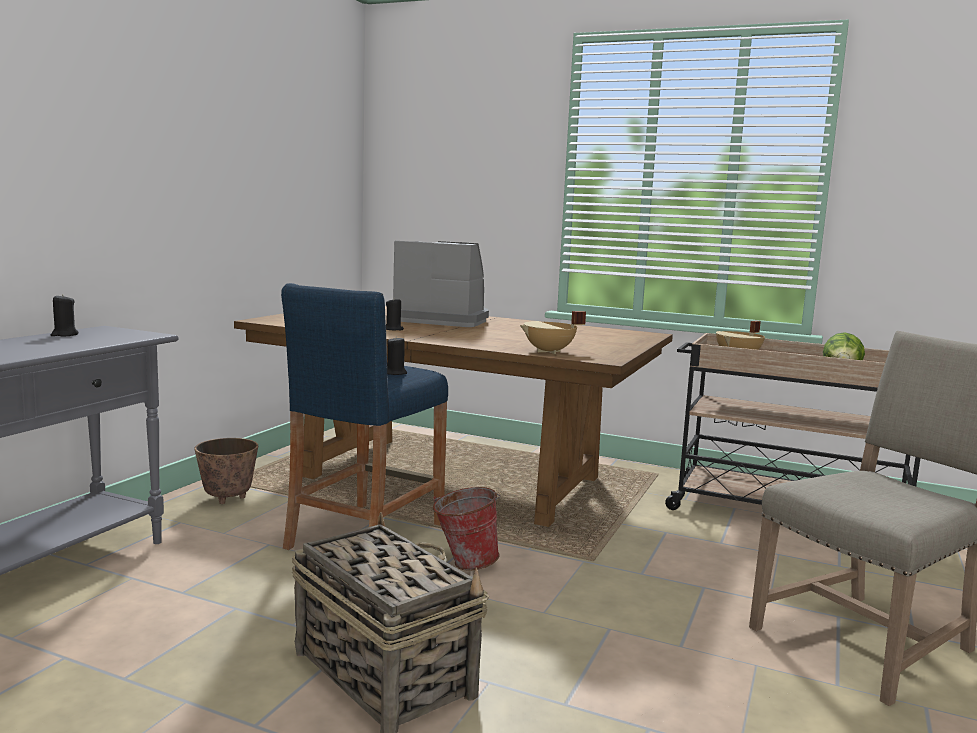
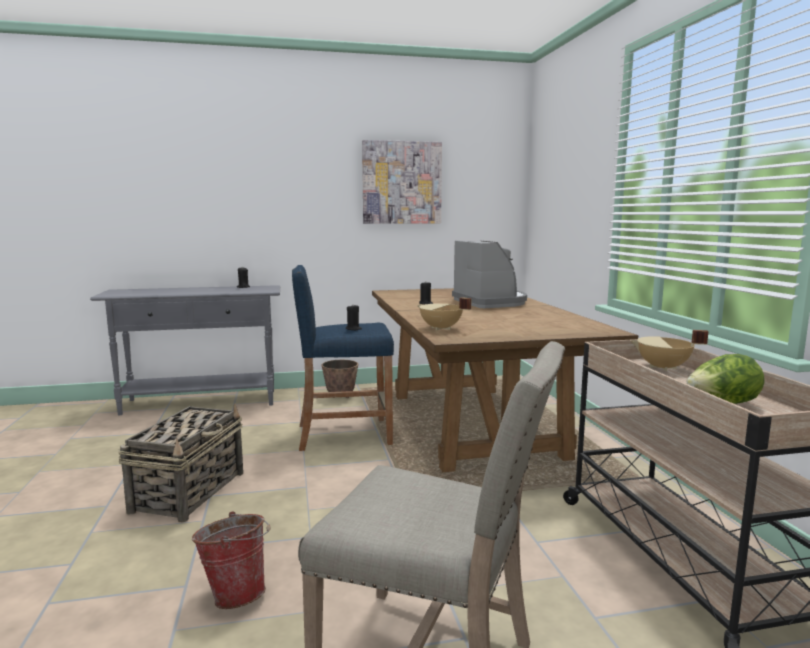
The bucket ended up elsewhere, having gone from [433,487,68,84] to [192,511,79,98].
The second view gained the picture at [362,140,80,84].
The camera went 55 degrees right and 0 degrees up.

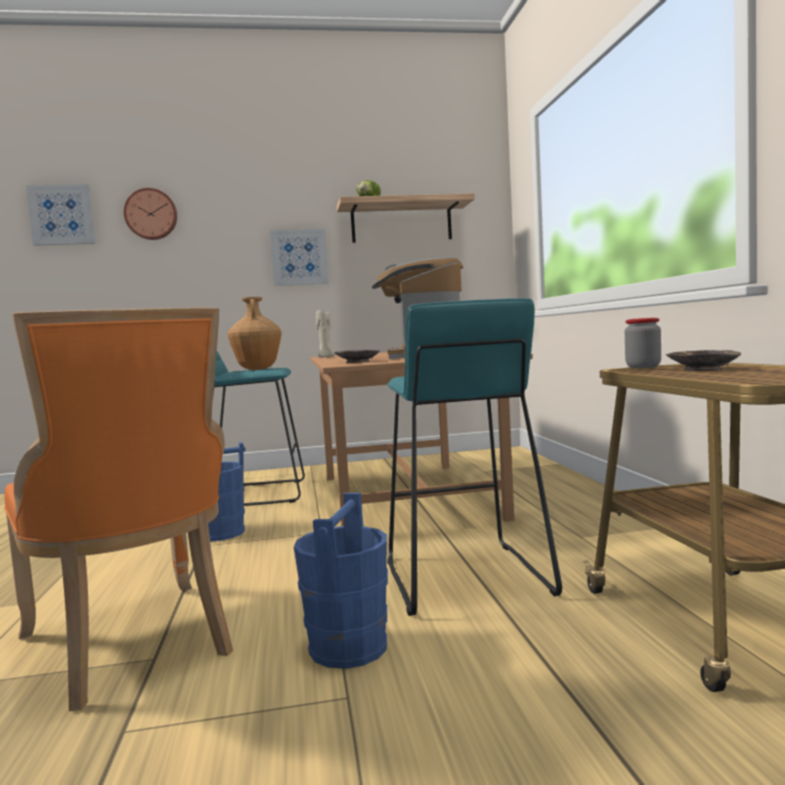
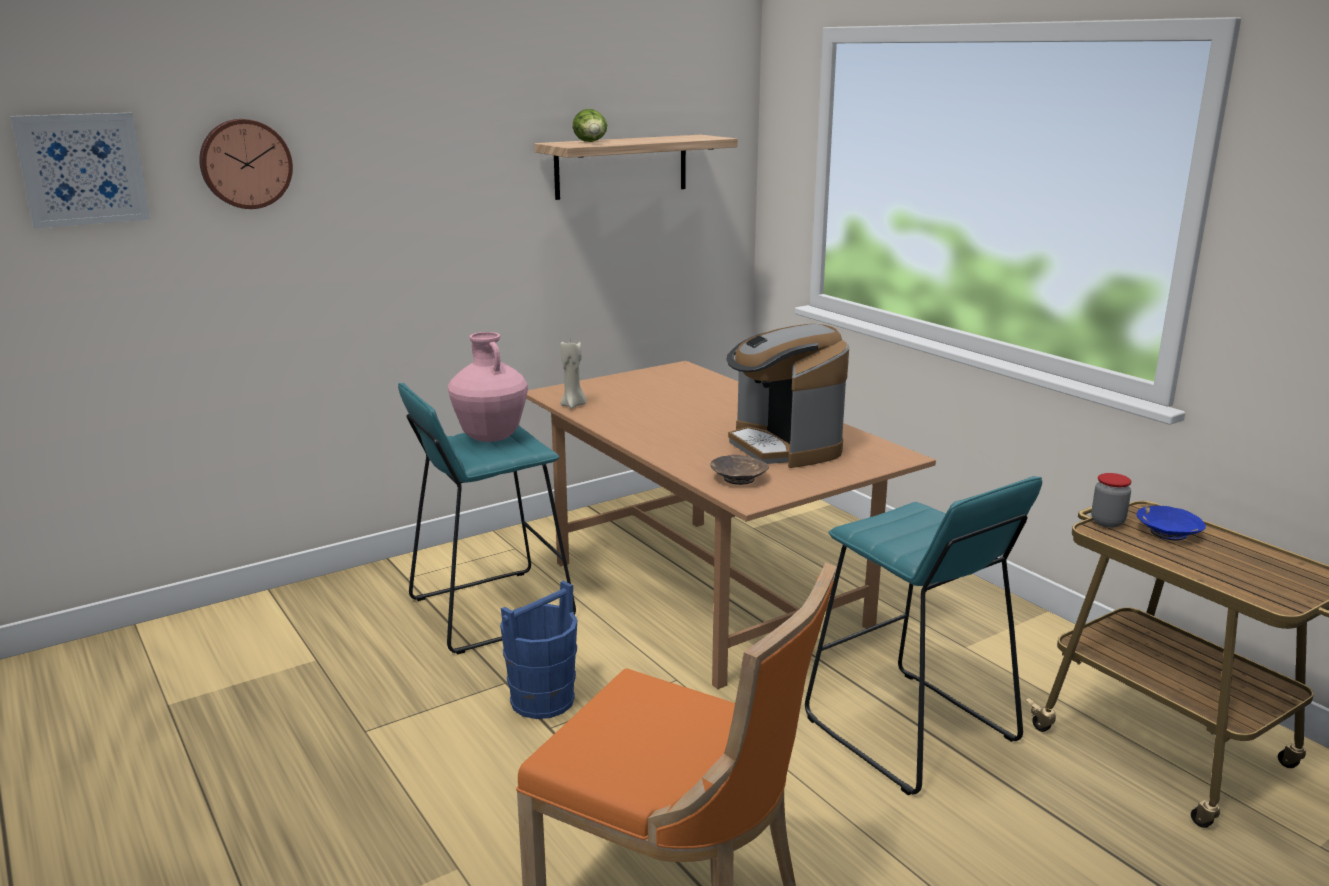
The second view lost the picture at [270,229,59,57].
What was the vase in brown at [228,297,53,73] turned into the vase in pink at [448,332,80,110].
What was the bowl in brown at [666,350,75,21] turned into the bowl in blue at [1136,506,70,34].
The second view lost the bucket in blue at [294,493,94,176].
The camera went 25 degrees left and 15 degrees up.

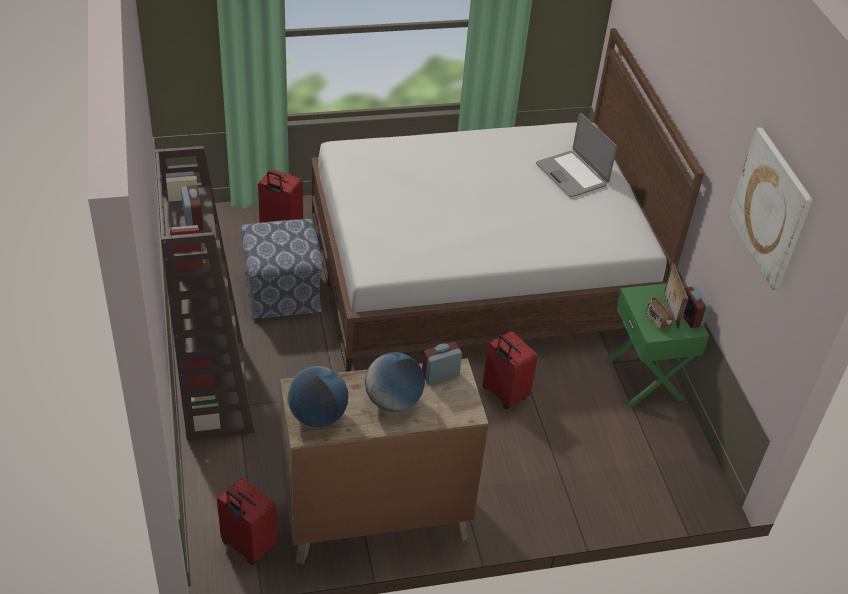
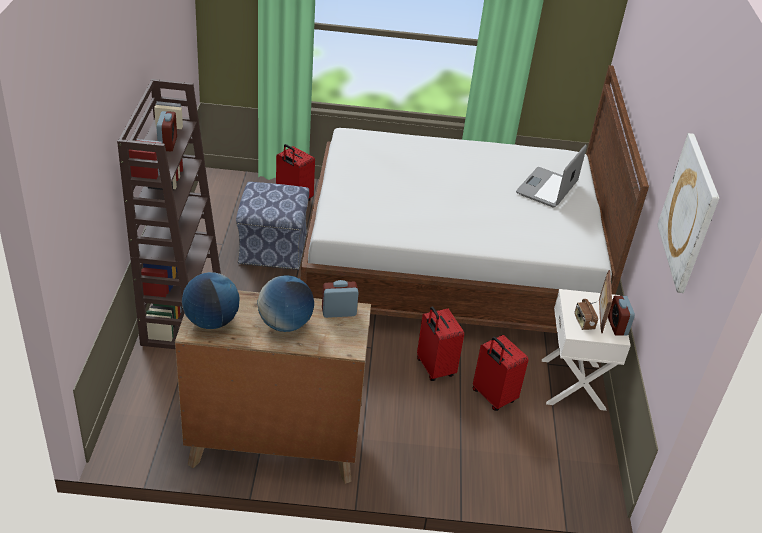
The laptop at [536,113,81,84] ended up facing another way, 45 degrees clockwise from before.
What was the nightstand in green at [606,284,103,124] turned into the nightstand in white at [542,289,89,122].
The suitcase in red ended up elsewhere, having gone from [217,478,60,87] to [472,335,57,76].
The camera went 15 degrees right and 5 degrees down.

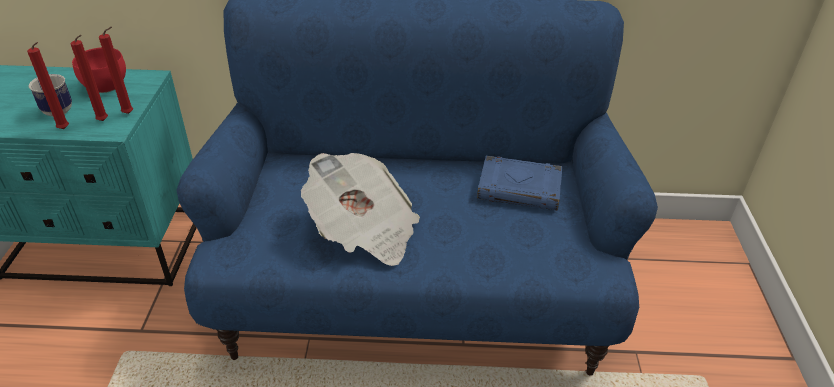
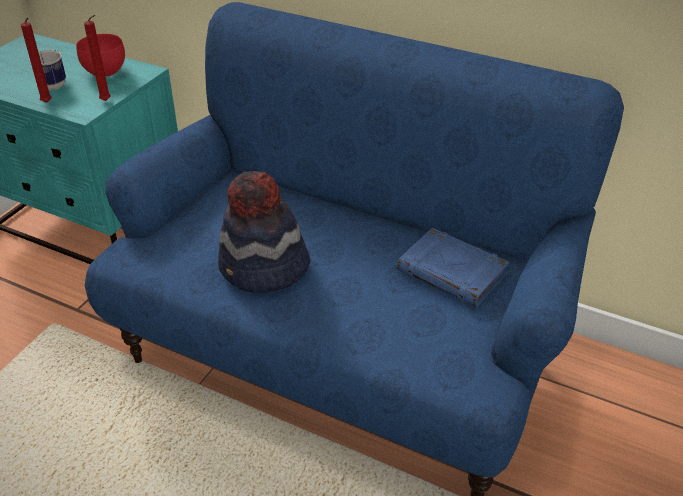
The second view lost the candle in red at [71,35,37,86].
Where the newspaper stood at [301,153,119,113], the hat came to stand at [218,171,92,122].
The camera went 25 degrees right and 0 degrees up.

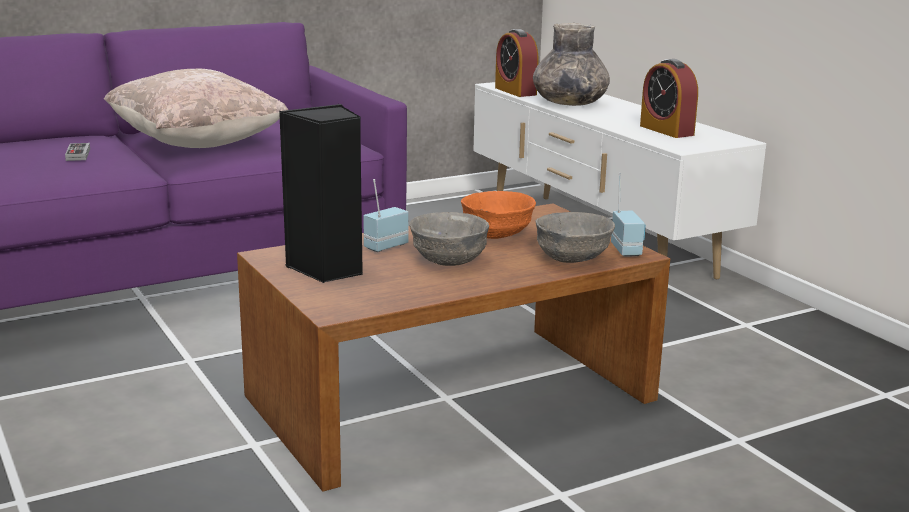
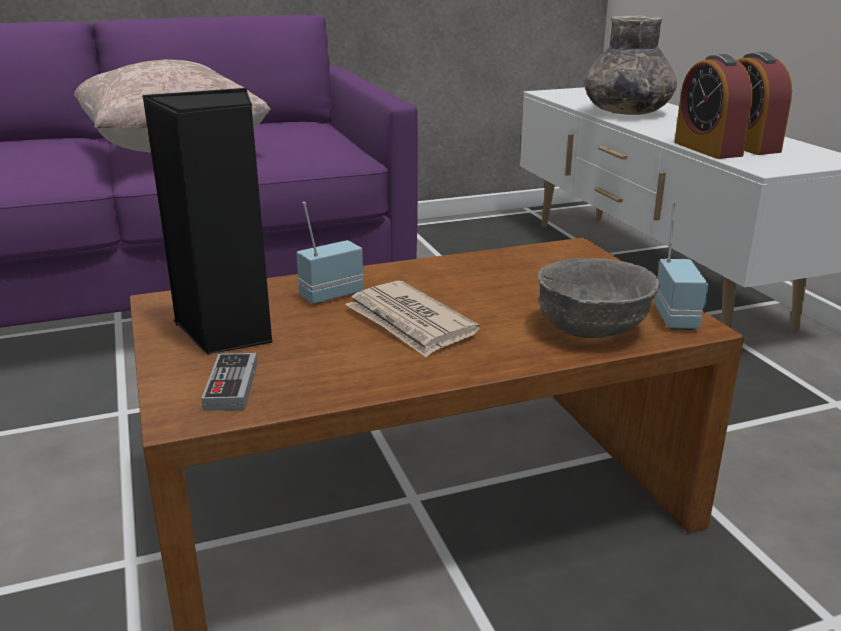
The alarm clock ended up elsewhere, having gone from [495,29,43,68] to [674,54,79,105].
The game controller ended up elsewhere, having gone from [65,143,25,18] to [201,353,56,58].
The second view lost the bowl in orange at [461,191,75,48].
Where the bowl in grey stood at [409,212,80,54], the newspaper came to stand at [345,281,135,77].
The camera went 10 degrees right and 5 degrees up.

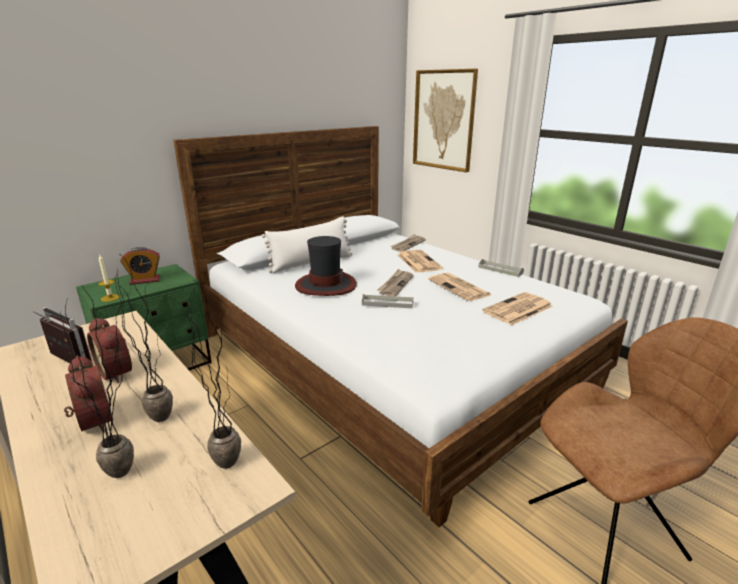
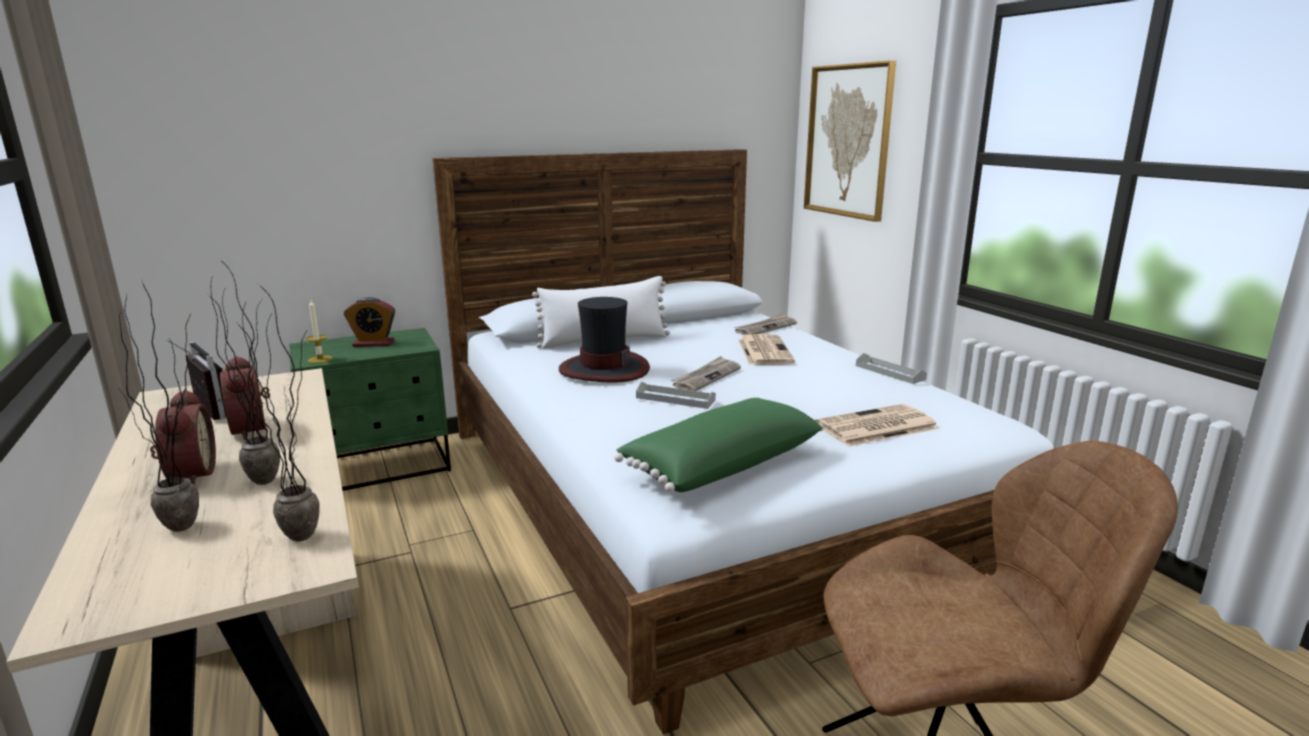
The second view lost the newspaper at [428,273,63,28].
The second view gained the pillow in green at [614,398,210,94].
The camera went 15 degrees right and 5 degrees down.

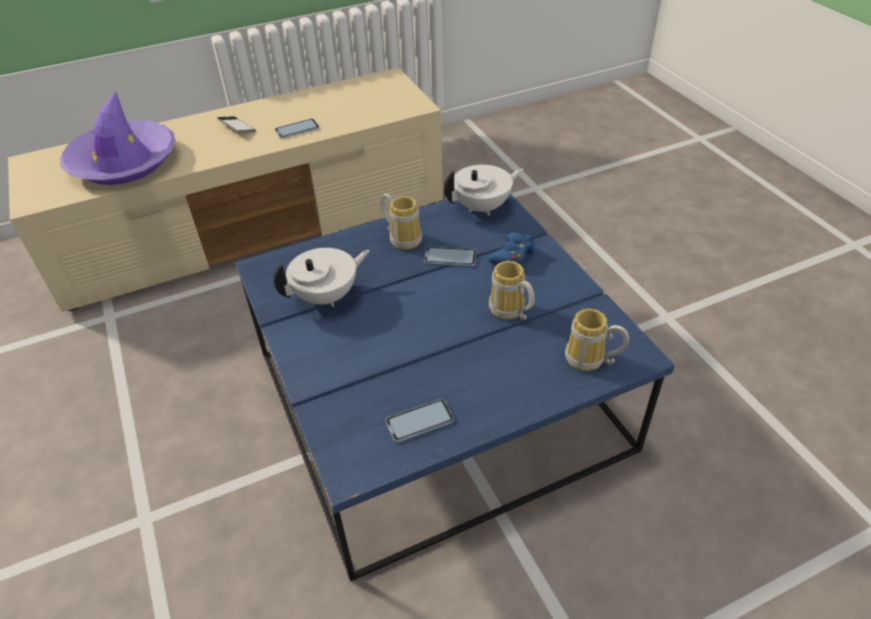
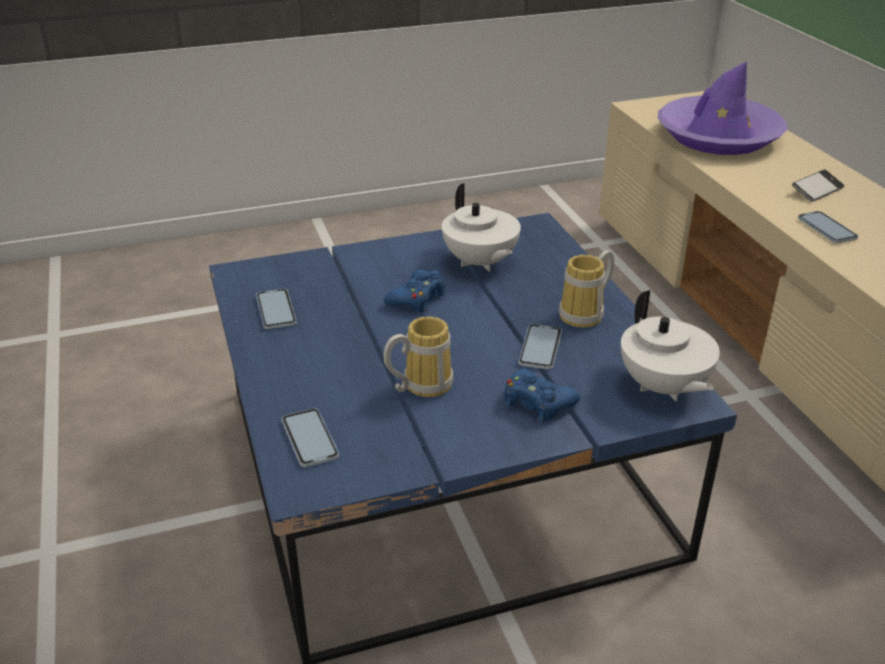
Where the mug stood at [565,309,64,62], the phone came to stand at [282,408,57,59].
The second view gained the game controller in blue at [384,270,62,42].
The camera went 95 degrees right and 10 degrees down.

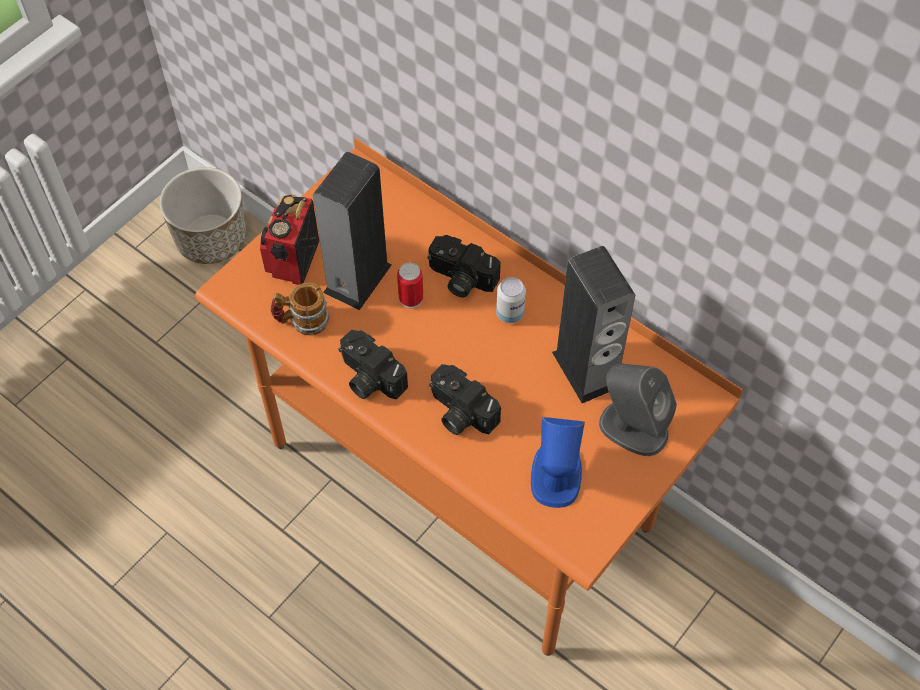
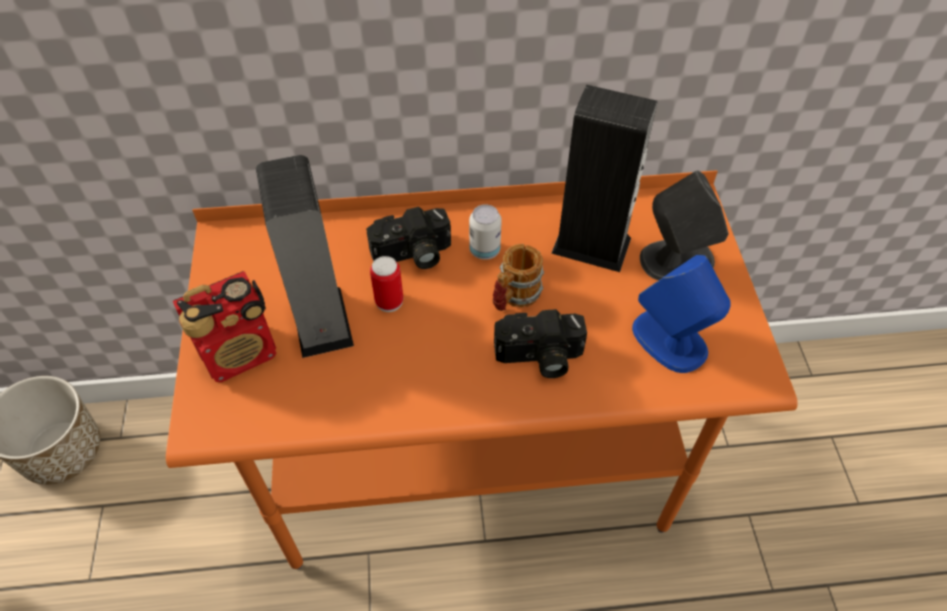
The radio at [260,194,59,91] ended up facing another way, 90 degrees counterclockwise from before.
The mug ended up elsewhere, having gone from [270,282,60,53] to [493,244,51,67].
The second view lost the photo camera at [338,330,70,69].
The camera went 45 degrees left and 5 degrees down.

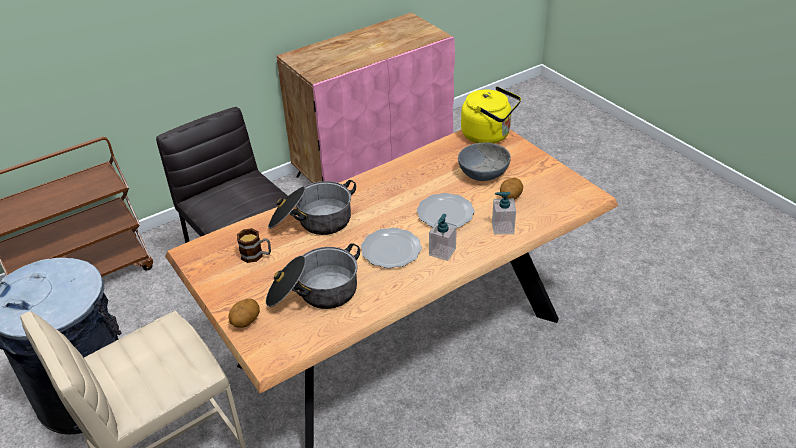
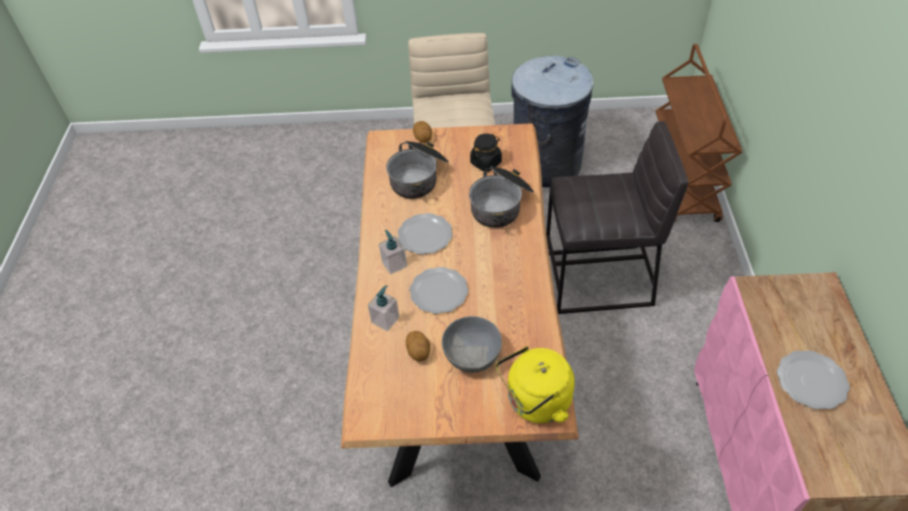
Where the mug stood at [237,228,34,35], the jar in black came to stand at [470,134,32,38].
The second view gained the plate at [777,350,73,59].
The camera went 125 degrees right and 10 degrees up.

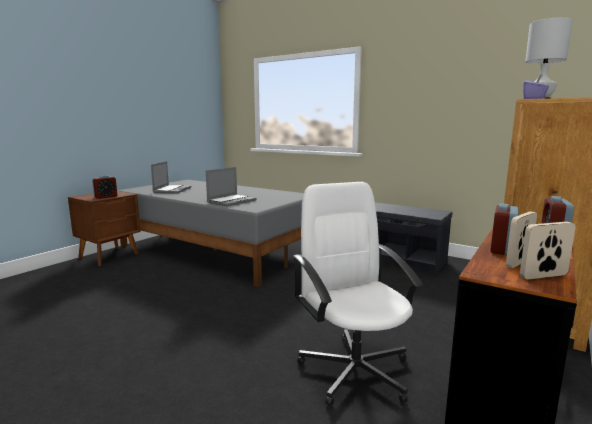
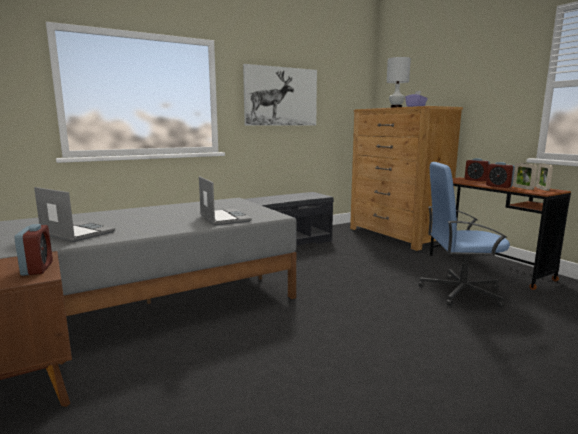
What was the office chair in white at [293,182,130,225] turned into the office chair in blue at [419,162,91,145].
The second view gained the picture at [243,64,74,62].
The camera went 65 degrees left and 0 degrees up.

